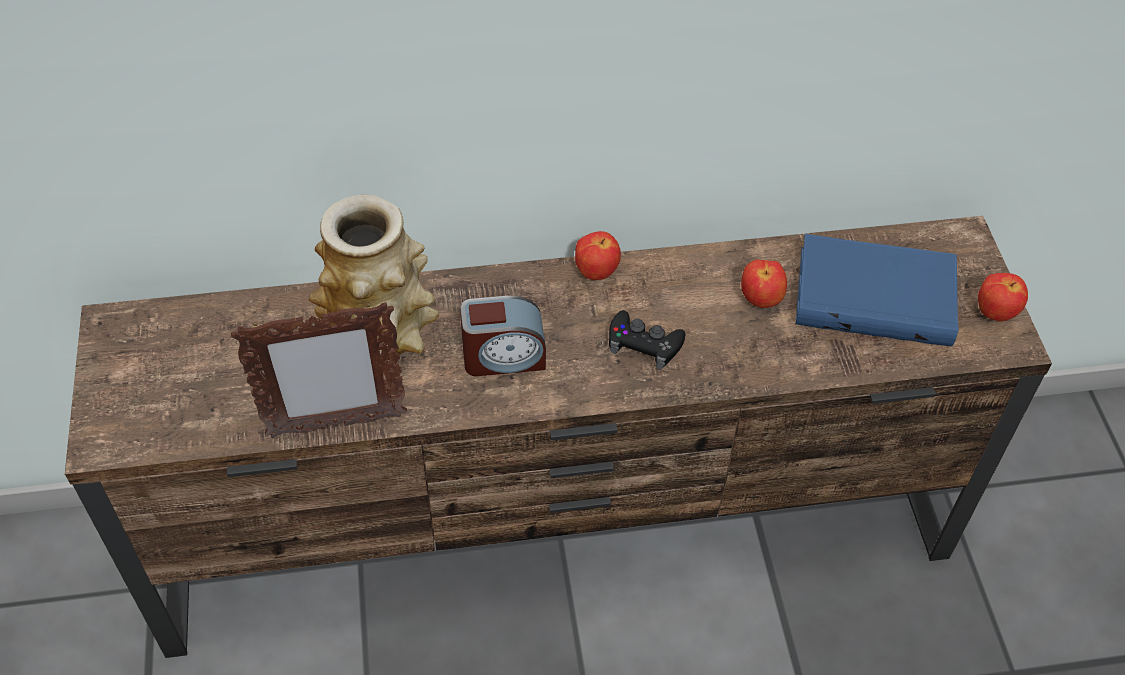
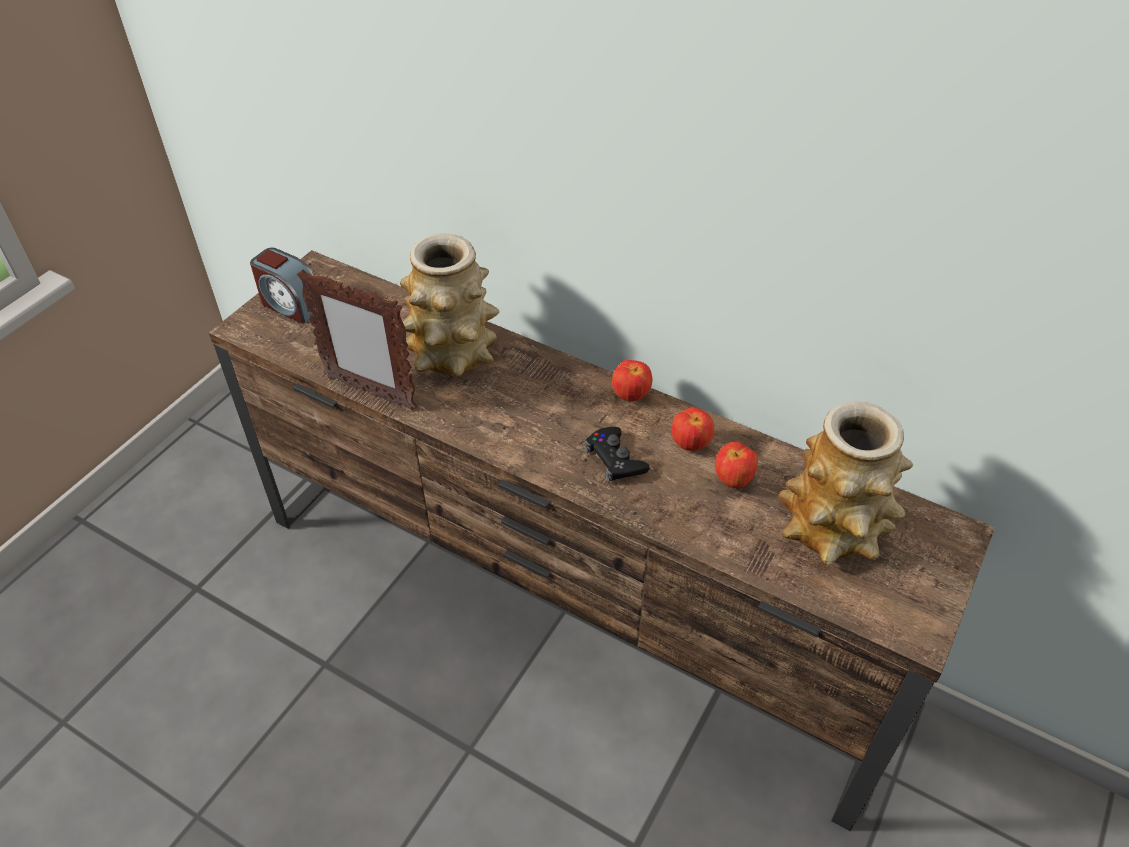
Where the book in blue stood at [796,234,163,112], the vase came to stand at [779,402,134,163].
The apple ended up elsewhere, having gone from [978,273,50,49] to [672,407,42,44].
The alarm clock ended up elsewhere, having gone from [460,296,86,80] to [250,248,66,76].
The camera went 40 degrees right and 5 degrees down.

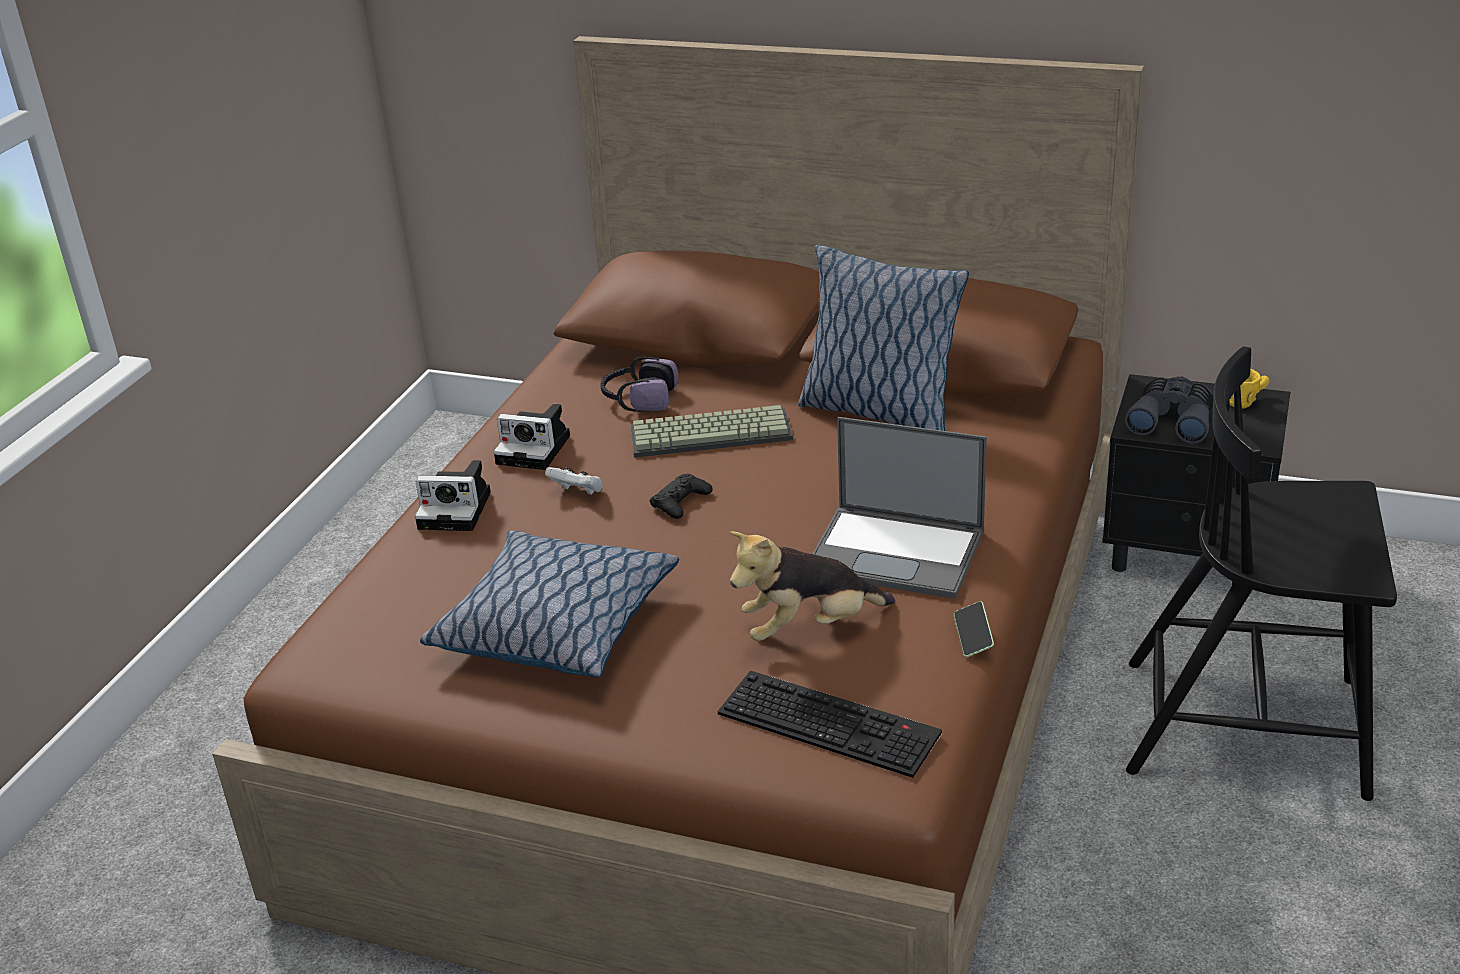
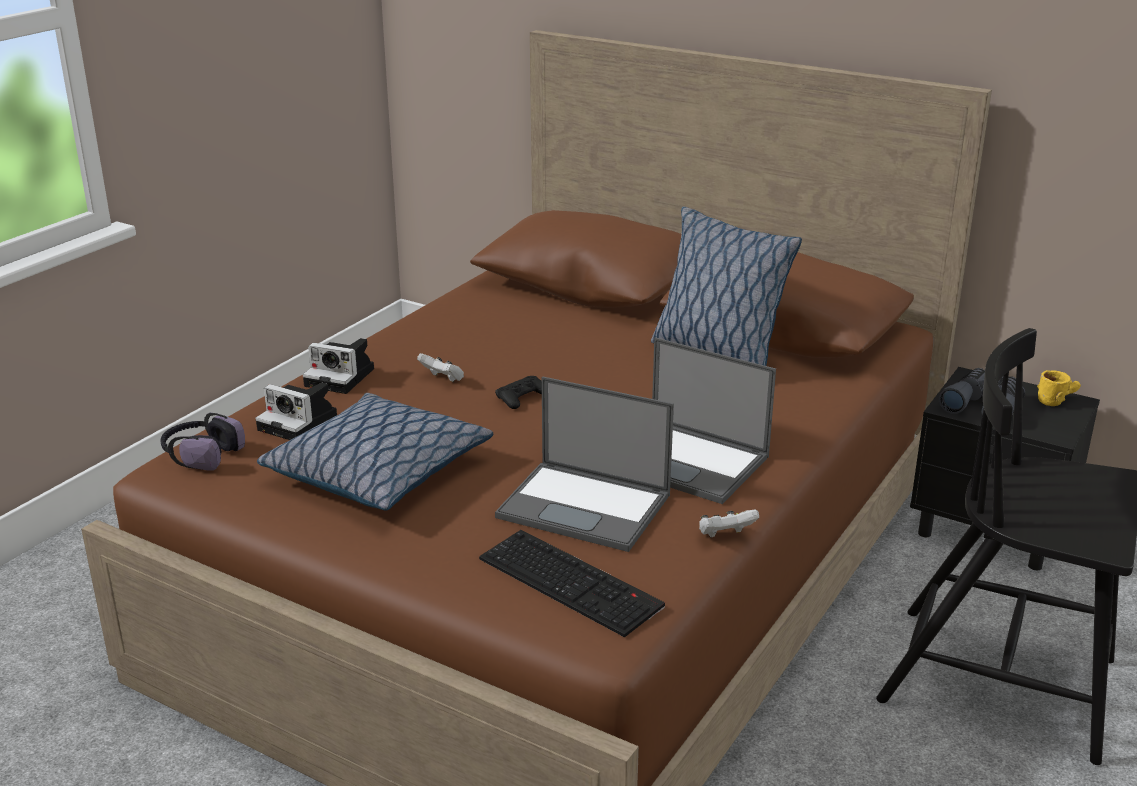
The headphones ended up elsewhere, having gone from [600,357,78,55] to [161,413,84,58].
The photo camera ended up elsewhere, having gone from [493,404,77,66] to [256,383,81,57].
The second view lost the keyboard at [630,405,163,53].
Where the plush toy stood at [730,531,165,110], the laptop came to stand at [495,376,179,176].
Where the phone stood at [954,601,40,56], the game controller in white came to stand at [699,510,60,27].
The camera went 10 degrees right and 5 degrees down.

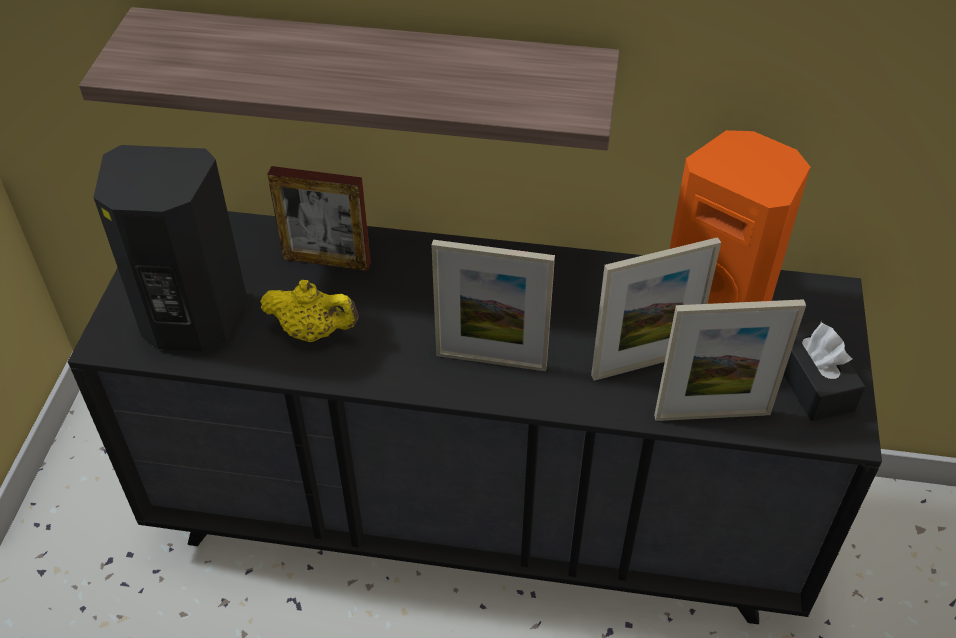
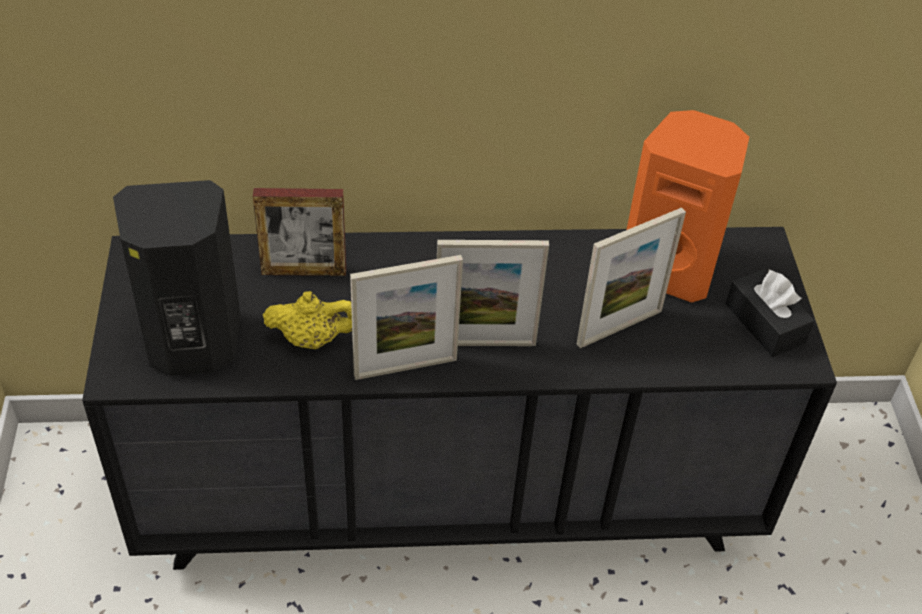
The second view lost the shelf at [79,7,541,144].
The picture frame ended up elsewhere, having gone from [654,299,152,122] to [350,255,113,125].
The camera went 15 degrees left and 0 degrees up.

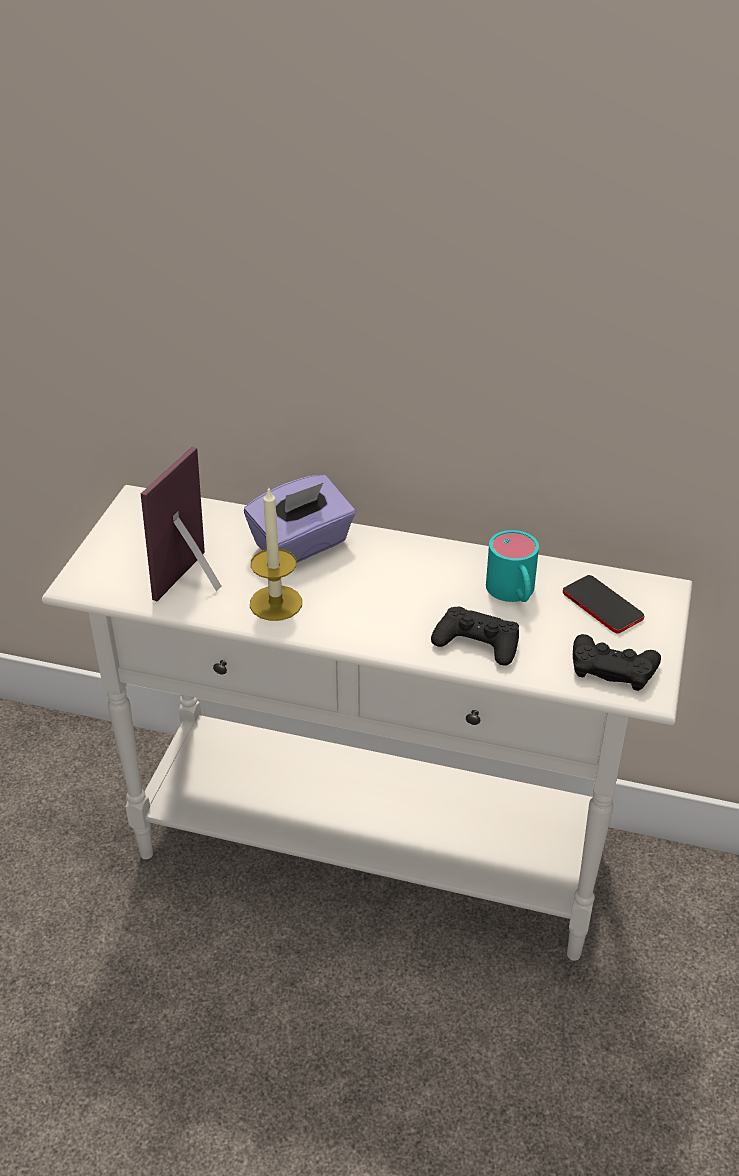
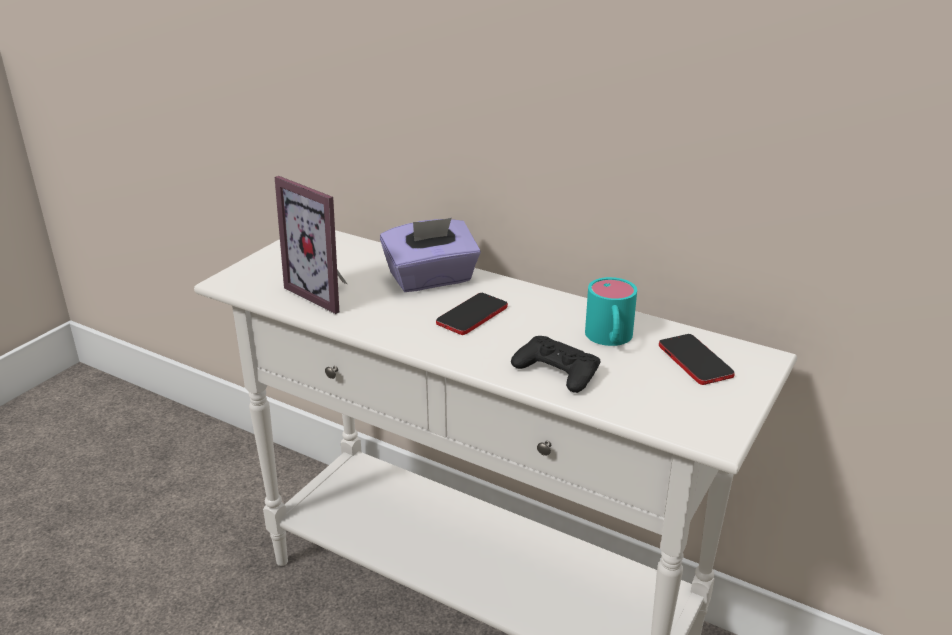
The picture frame at [141,447,80,154] ended up facing another way, 90 degrees counterclockwise from before.
The second view lost the candle at [250,486,52,135].
The second view lost the game controller in black at [573,634,88,57].
The second view gained the phone at [436,293,72,42].
The camera went 15 degrees right and 10 degrees down.

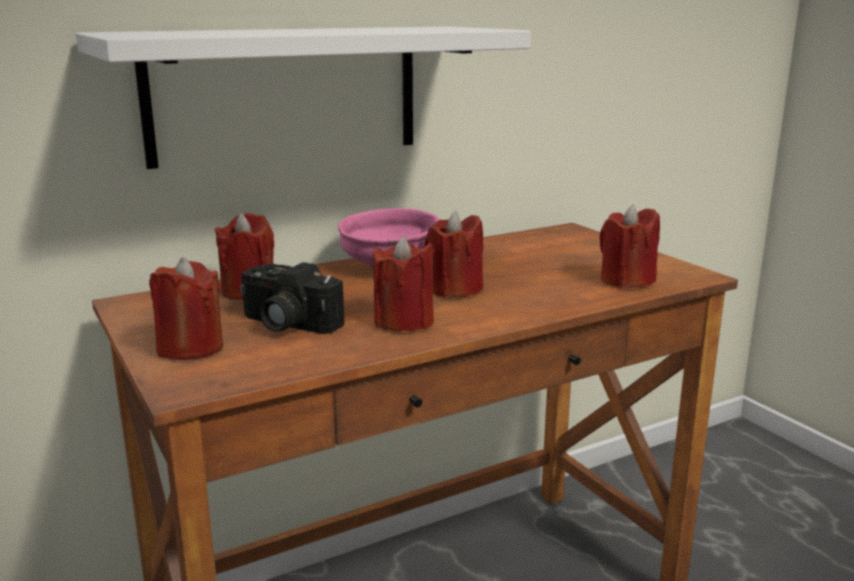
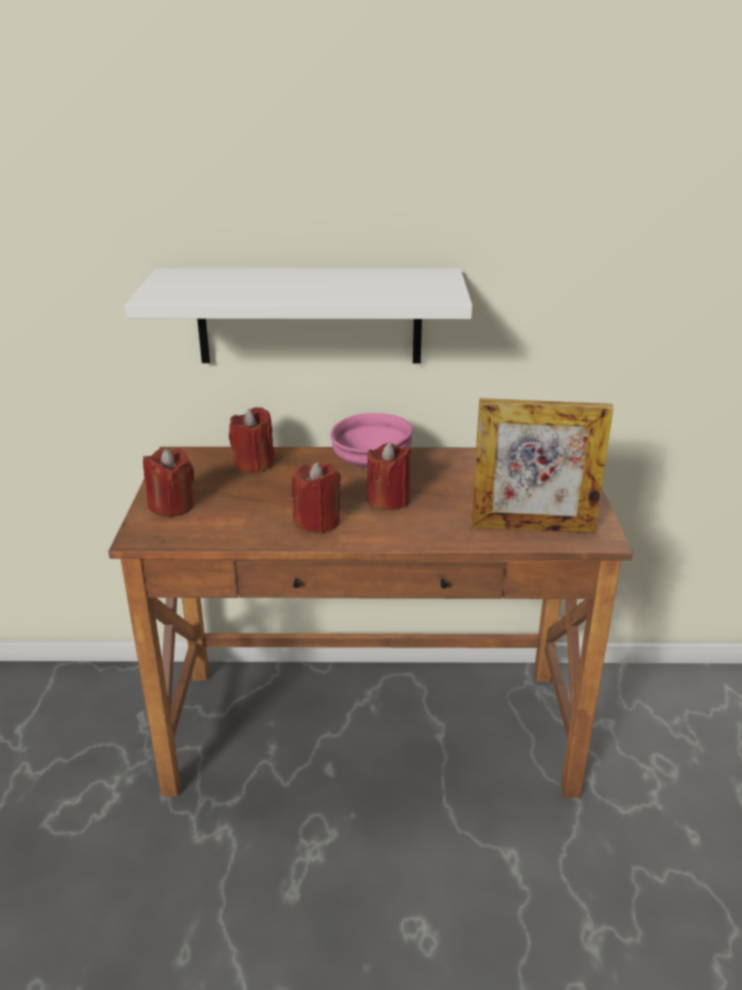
Where the candle in red stood at [599,205,61,83], the picture frame came to stand at [471,398,143,136].
The second view lost the photo camera at [239,262,106,72].
The camera went 30 degrees right and 10 degrees up.

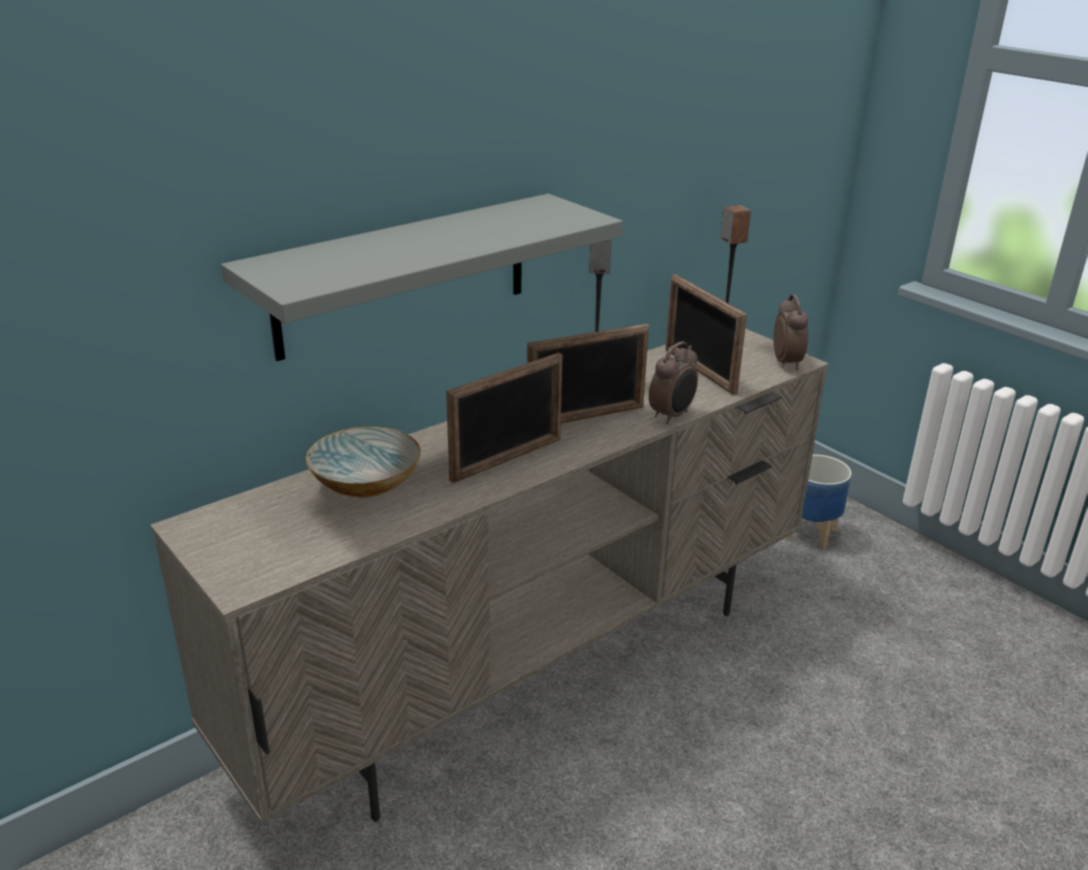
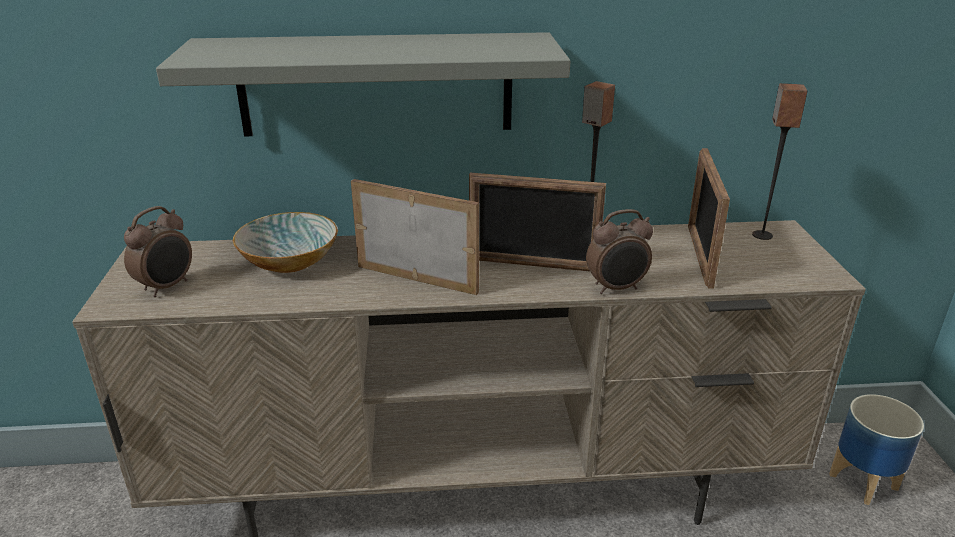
The alarm clock ended up elsewhere, having gone from [773,294,35,76] to [124,206,68,91].
The picture frame at [446,353,117,130] ended up facing another way, 150 degrees counterclockwise from before.
The camera went 35 degrees right and 0 degrees up.

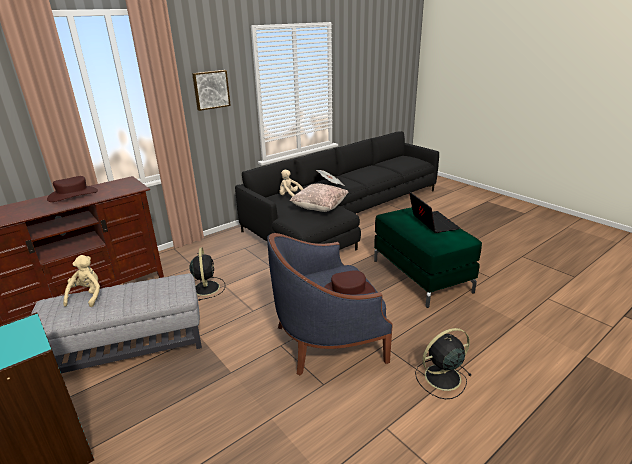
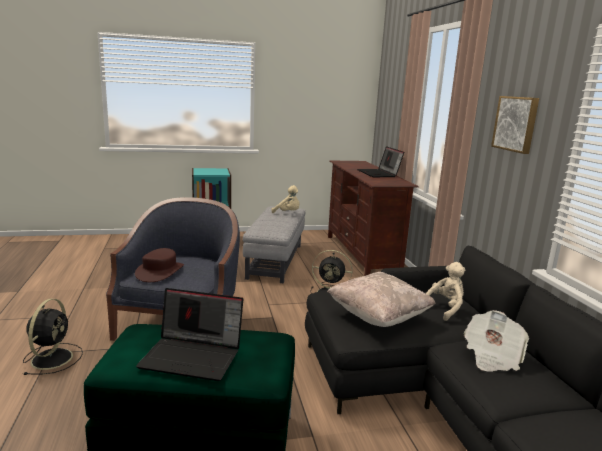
Where the hat in brown stood at [47,176,51,26], the laptop came to stand at [357,146,47,31].
The camera went 115 degrees right and 10 degrees down.

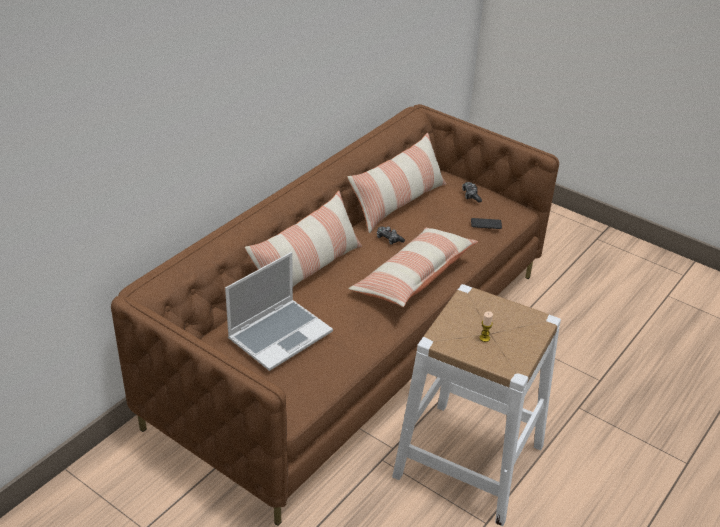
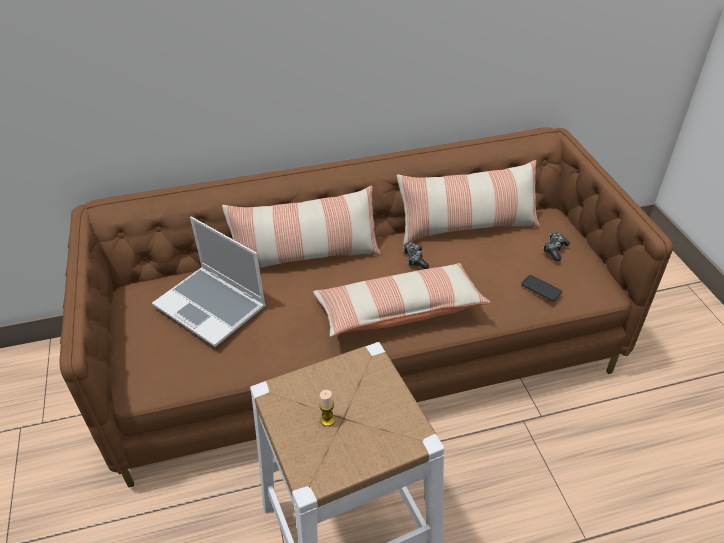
The laptop at [225,252,108,119] ended up facing another way, 45 degrees clockwise from before.
The camera went 40 degrees right and 5 degrees up.

